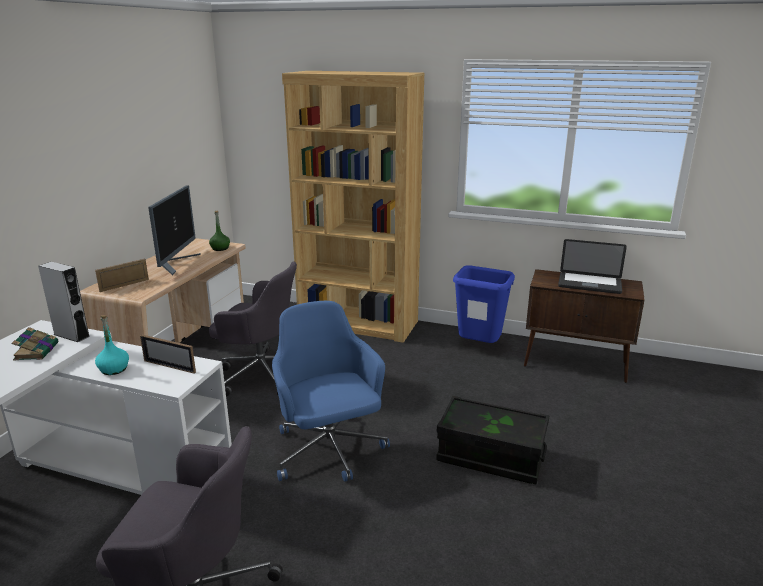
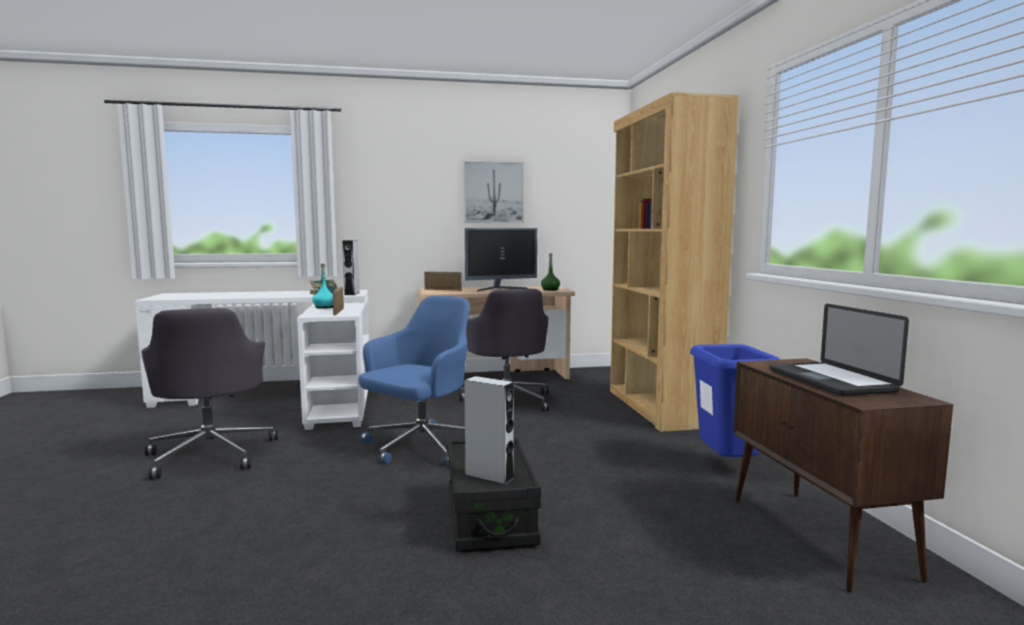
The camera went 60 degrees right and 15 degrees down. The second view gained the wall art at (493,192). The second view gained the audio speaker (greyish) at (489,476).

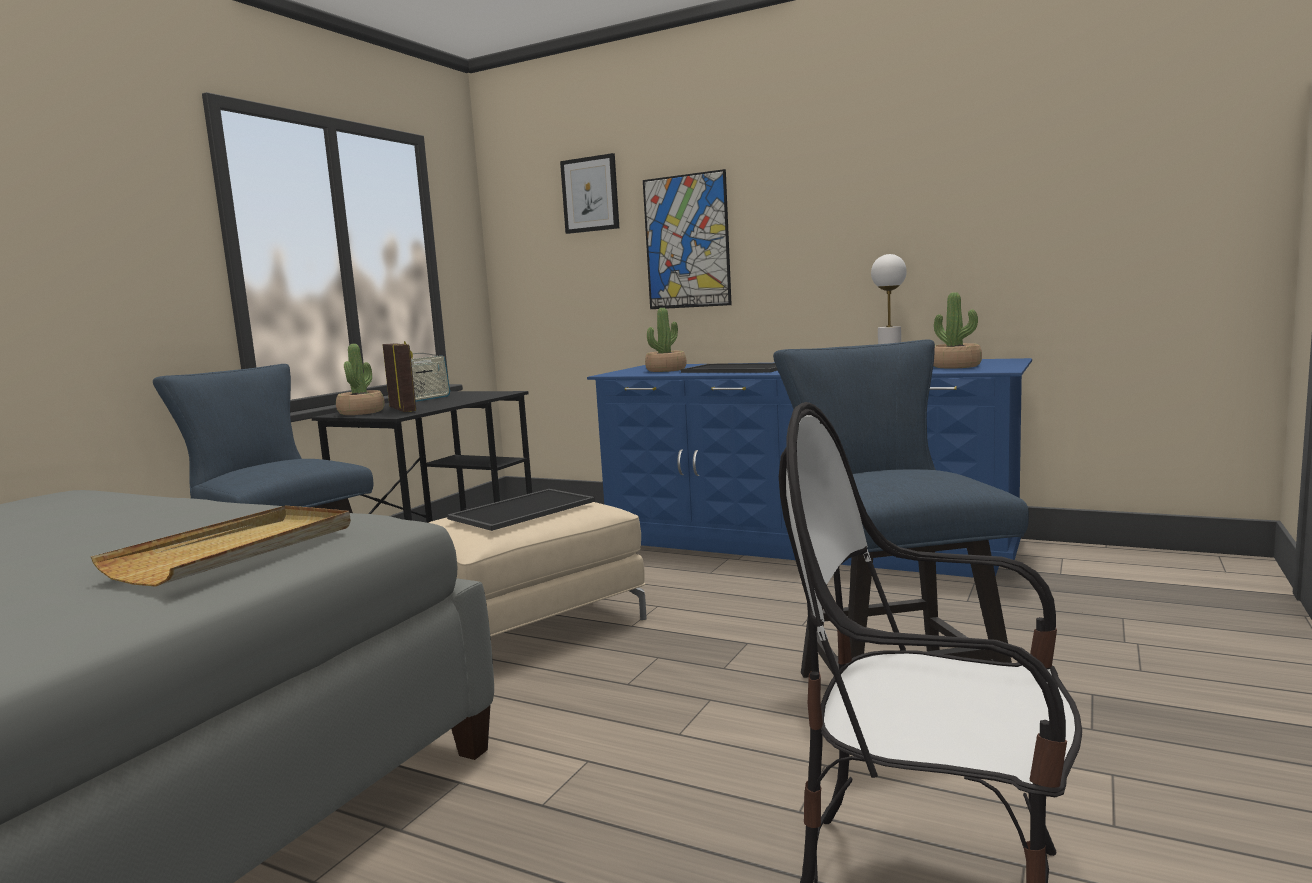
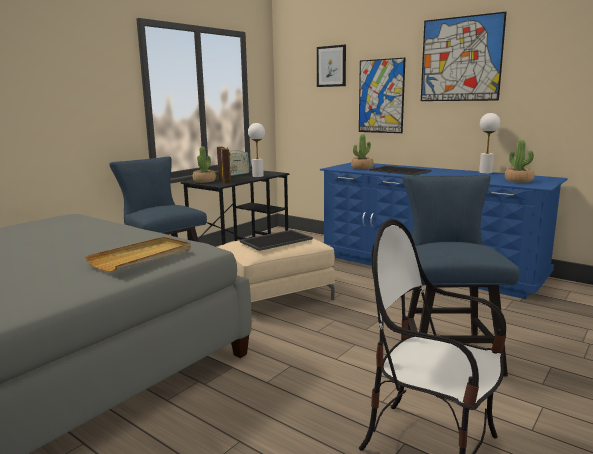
The camera went 10 degrees right and 5 degrees up. The second view gained the wall art at (460,59). The second view gained the table lamp (white) at (258,176).

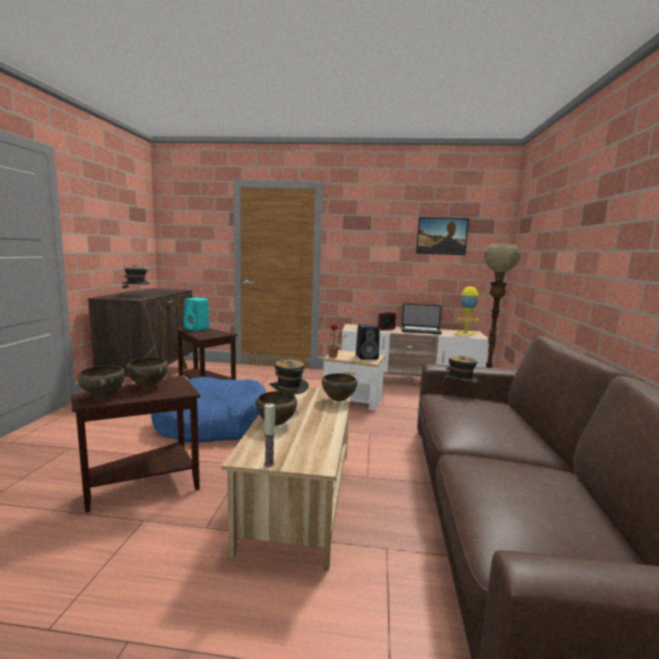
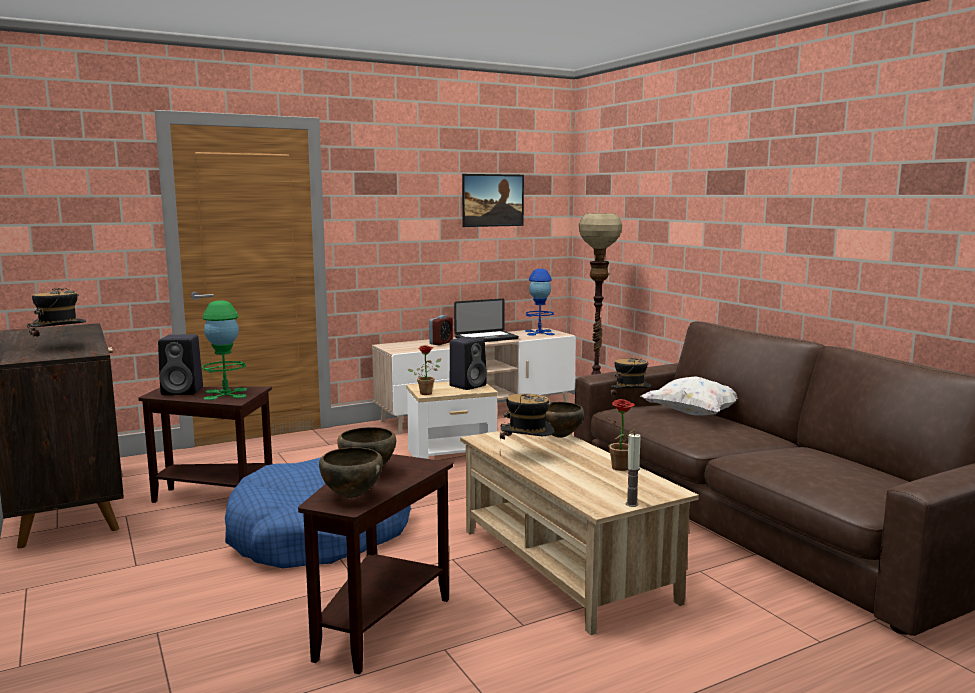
The camera went 35 degrees left and 0 degrees up. What was the table lamp (yellowish) at (465,333) turned into the table lamp (blue-coloured) at (539,332). What was the audio speaker (blue-green) at (197,329) turned into the audio speaker (black-coloured) at (184,391). The second view lost the deep dish (brownish) at (276,424). The second view gained the table lamp (green-coloured) at (226,394). The second view gained the cushion (white) at (693,414). The second view gained the houseplant at (623,469).

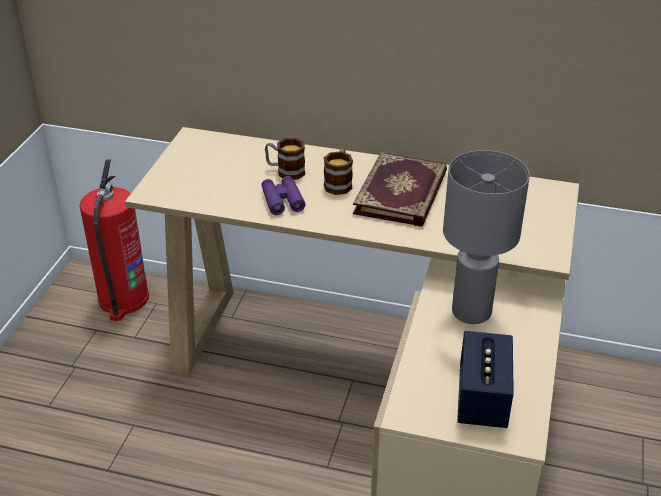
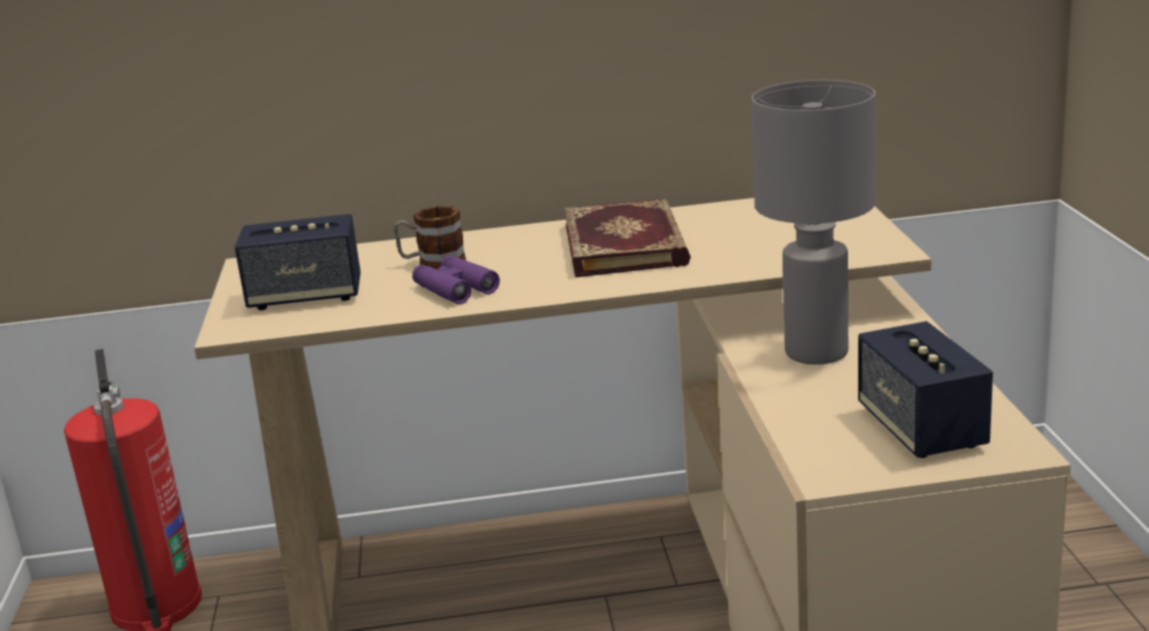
The camera went 20 degrees left and 15 degrees down. The second view lost the tea mug at (339,183). The second view gained the audio speaker at (305,297).

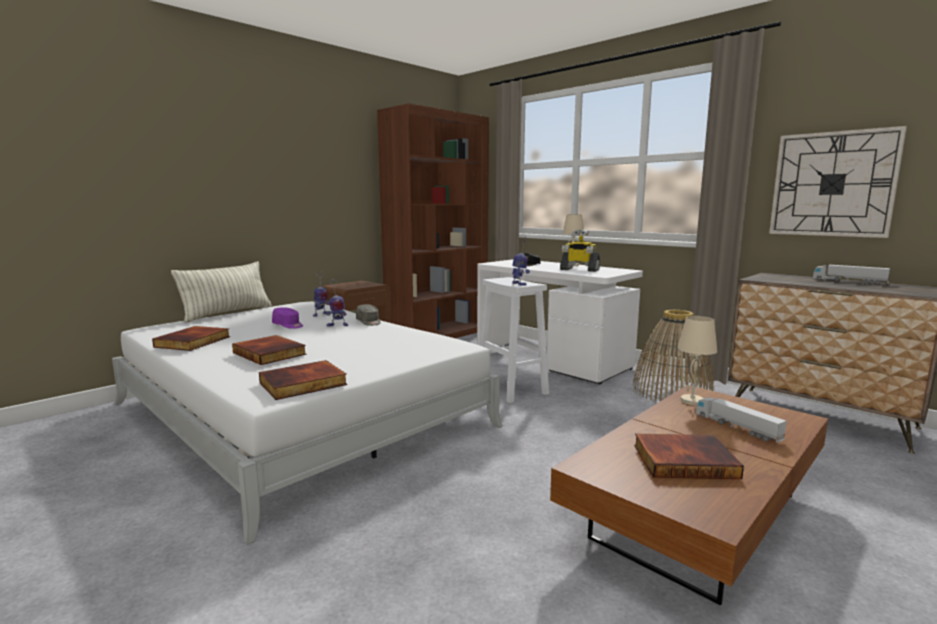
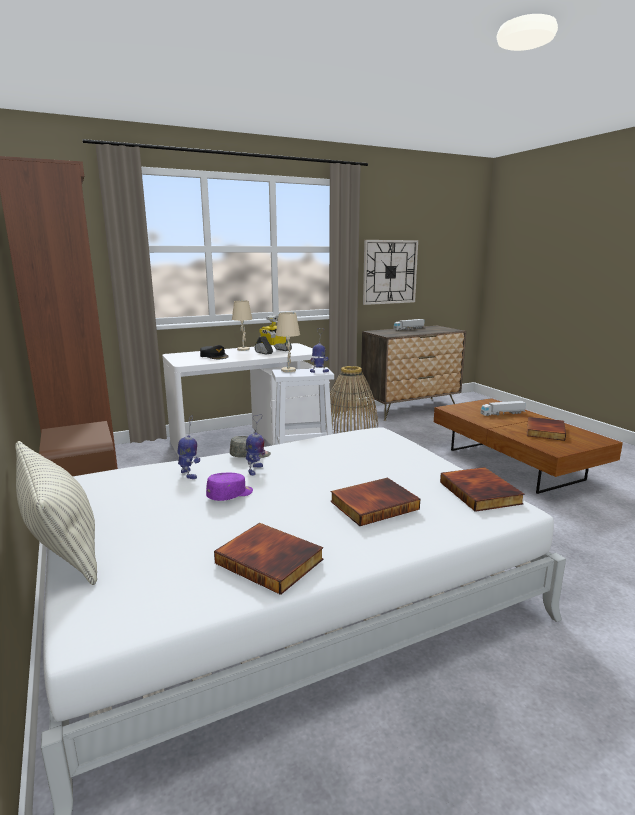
The camera went 70 degrees left and 5 degrees up. The table lamp (sand-coloured) ended up elsewhere, having gone from (692,401) to (289,370).

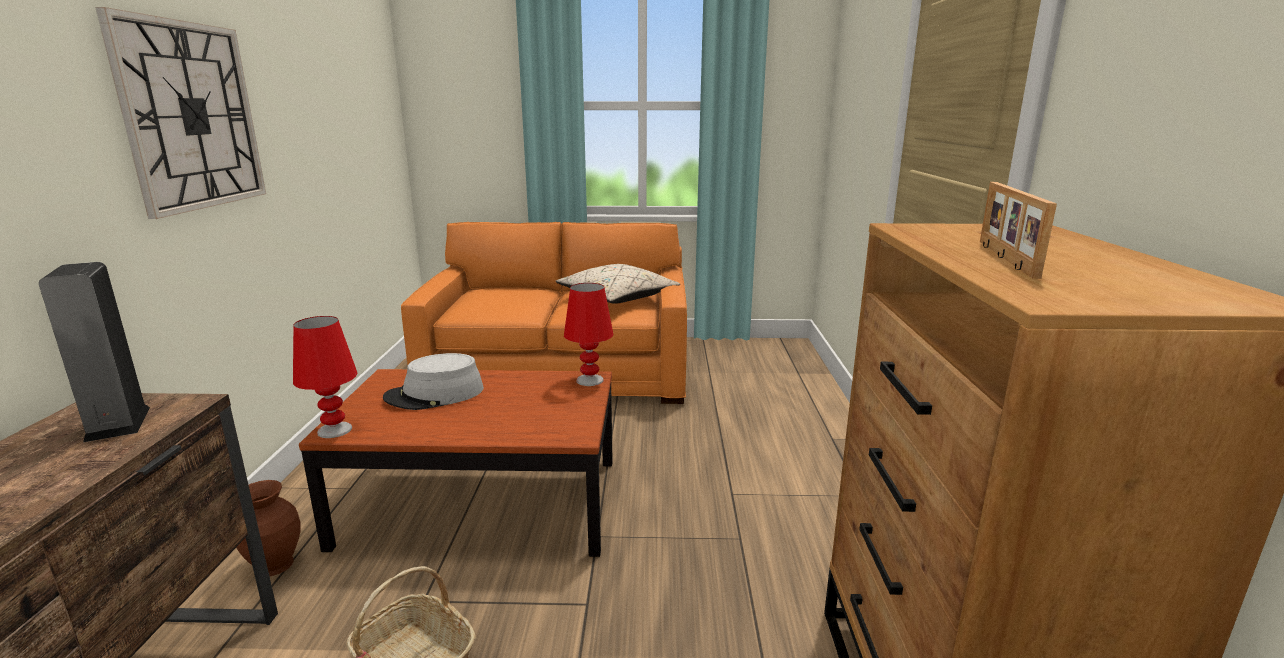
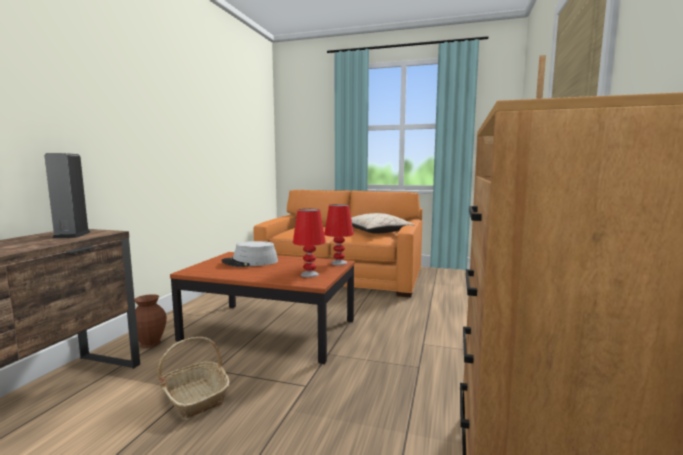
The camera went 15 degrees right and 10 degrees down. The second view lost the clock on the wall at (191,116). The table lamp (reddish) ended up elsewhere, having gone from (335,430) to (310,274).

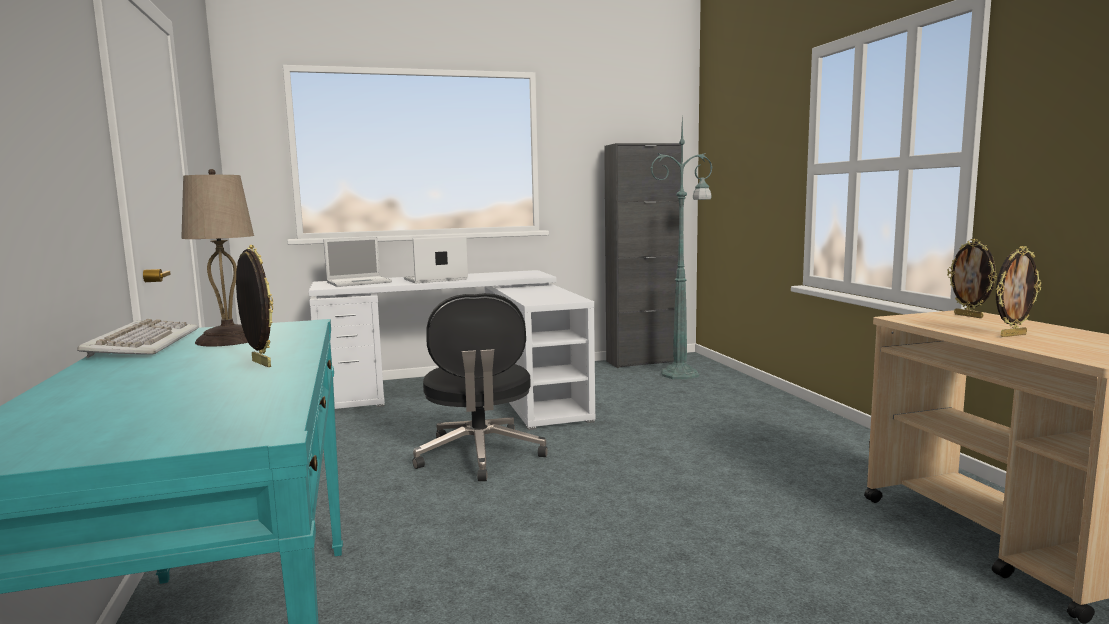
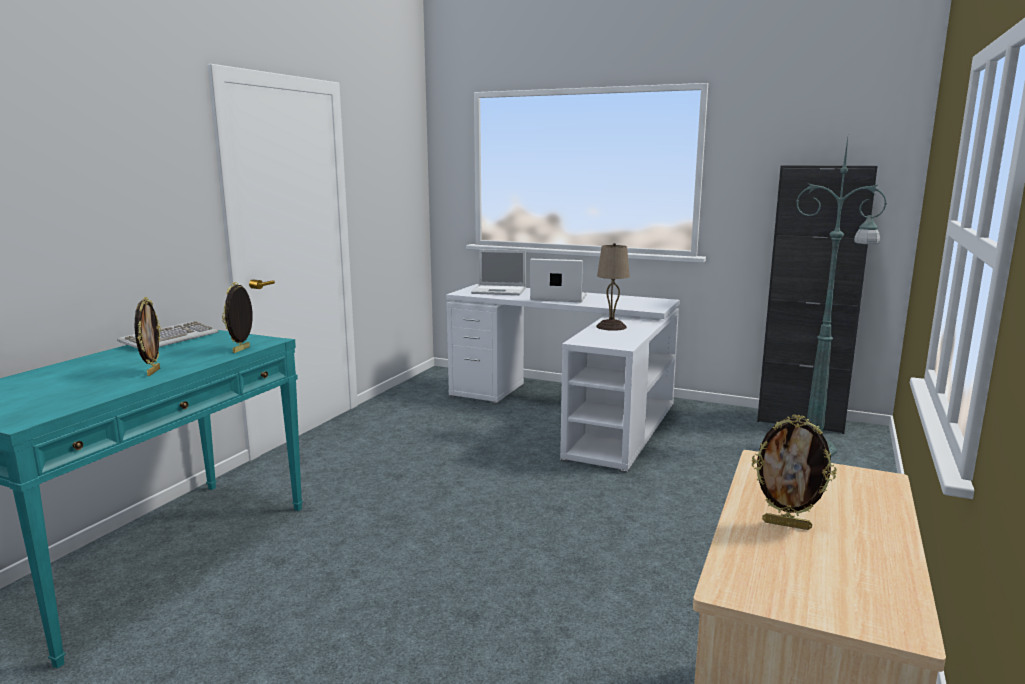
The camera went 40 degrees right and 5 degrees up. The table lamp (sand-coloured) ended up elsewhere, having gone from (229,340) to (611,327). The standing frame ended up elsewhere, having gone from (969,316) to (242,350). The second view lost the office chair (black-coloured) at (480,456).

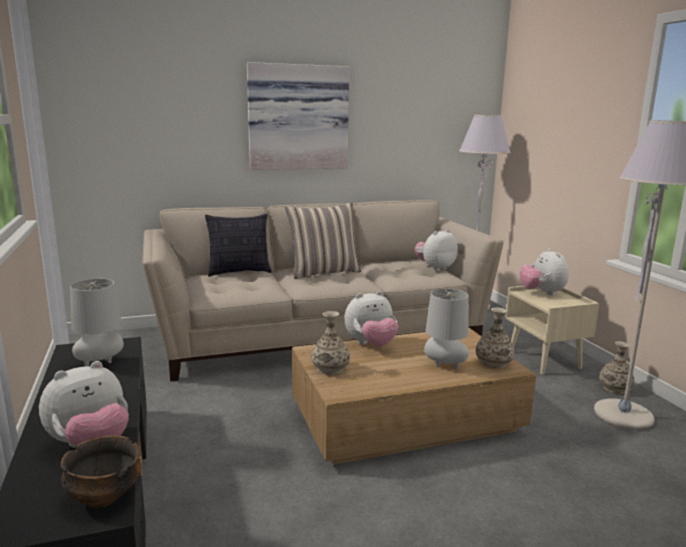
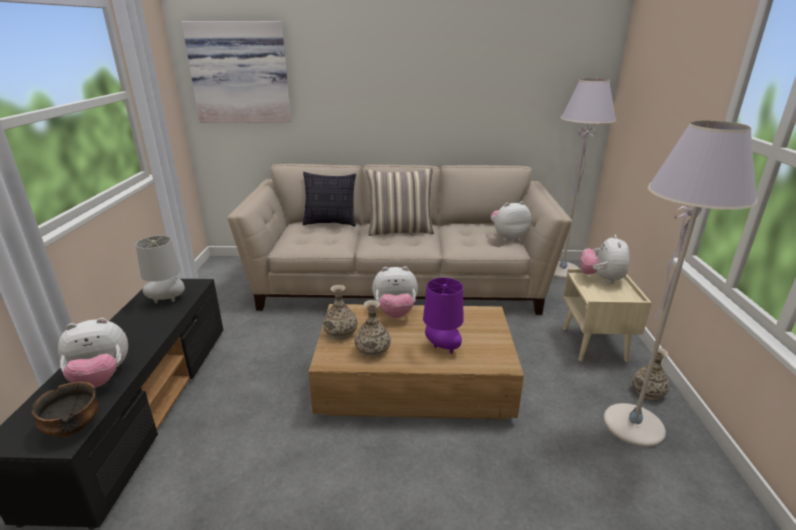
The camera went 20 degrees right and 10 degrees up. The wall art ended up elsewhere, having gone from (298,117) to (240,73). What was the table lamp (greyish) at (444,366) turned into the table lamp (purple) at (441,348). The vase ended up elsewhere, having gone from (493,363) to (373,350).

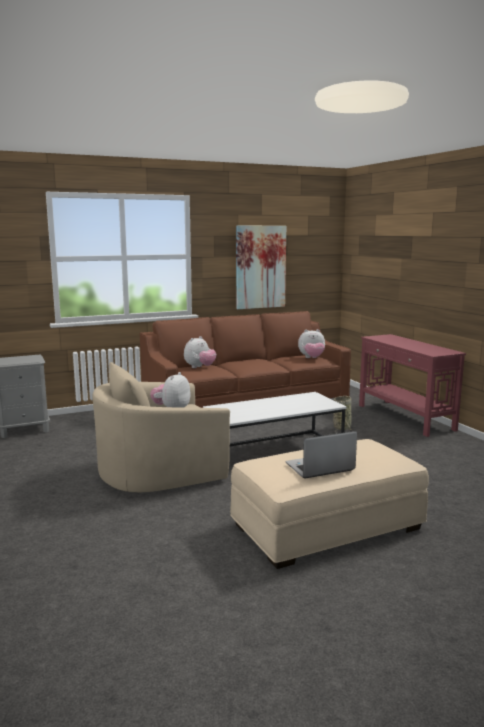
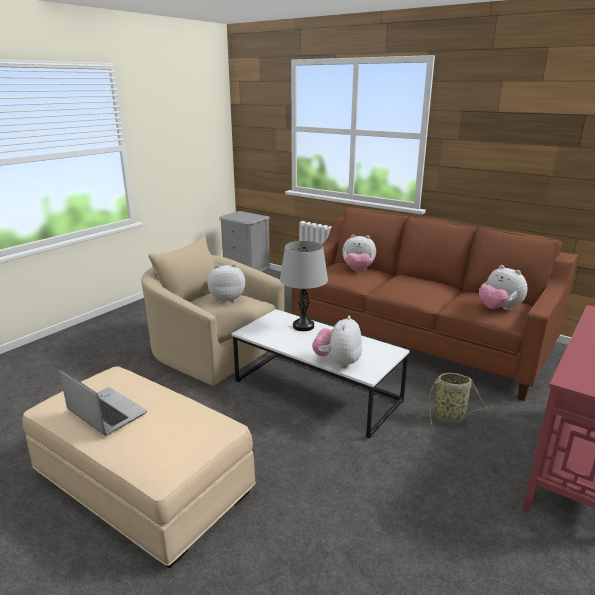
The camera went 60 degrees right and 10 degrees up. The second view lost the wall art at (260,267). The second view gained the table lamp (greyish) at (303,326). The second view gained the cuddly toy at (338,362).

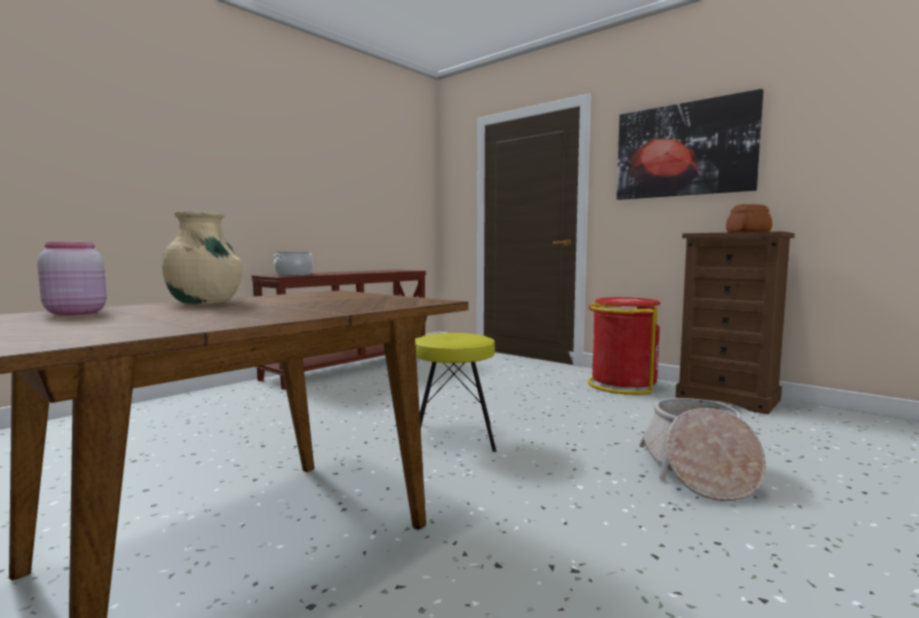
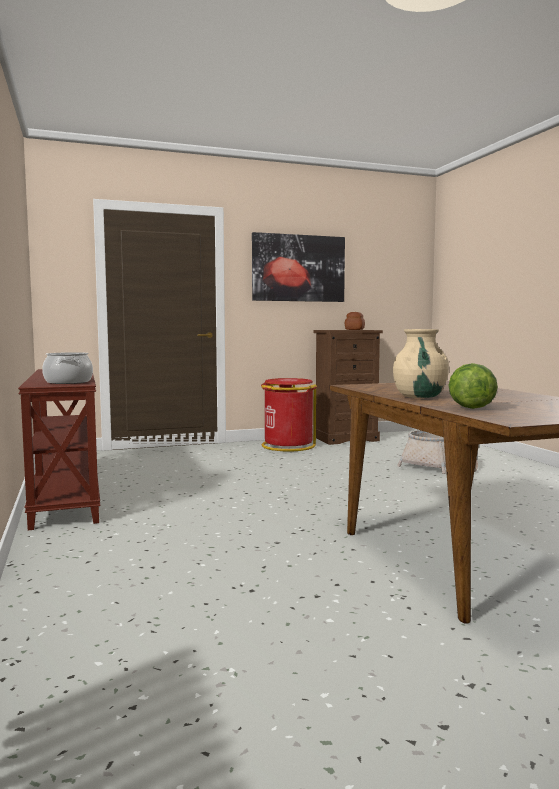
The camera went 60 degrees left and 0 degrees up. Where the storage jar (pink-coloured) stood at (75,313), the lettuce head came to stand at (470,407). The second view lost the sitting stool (yellowish) at (454,436).

